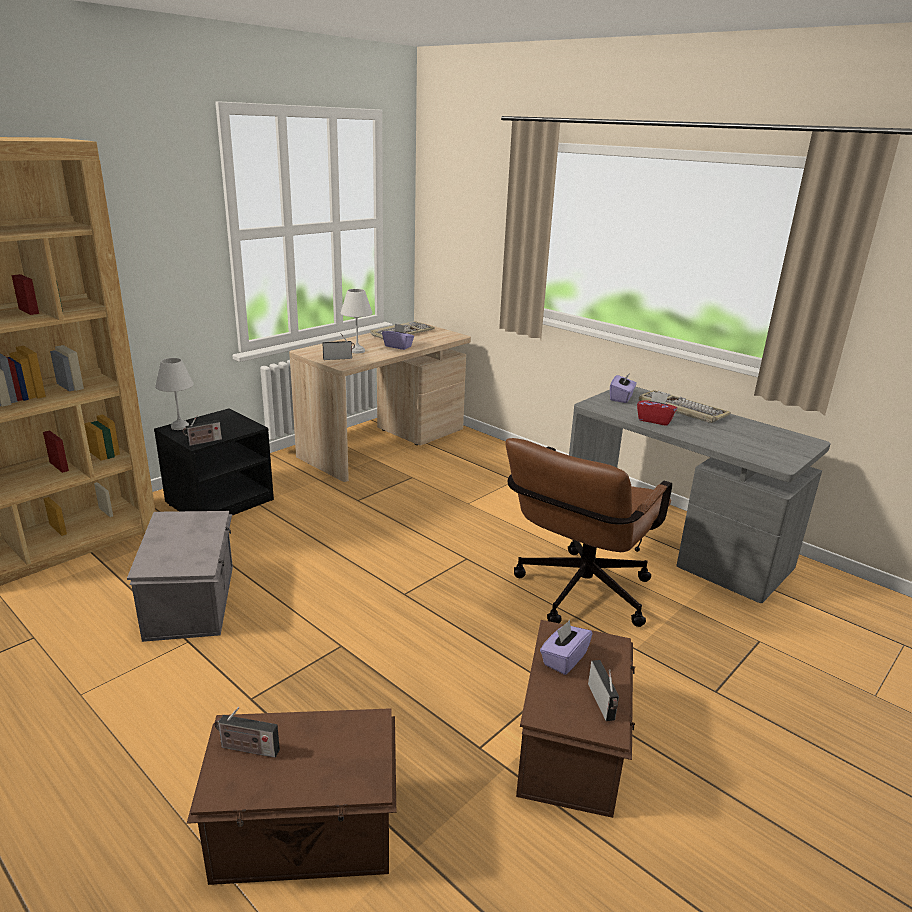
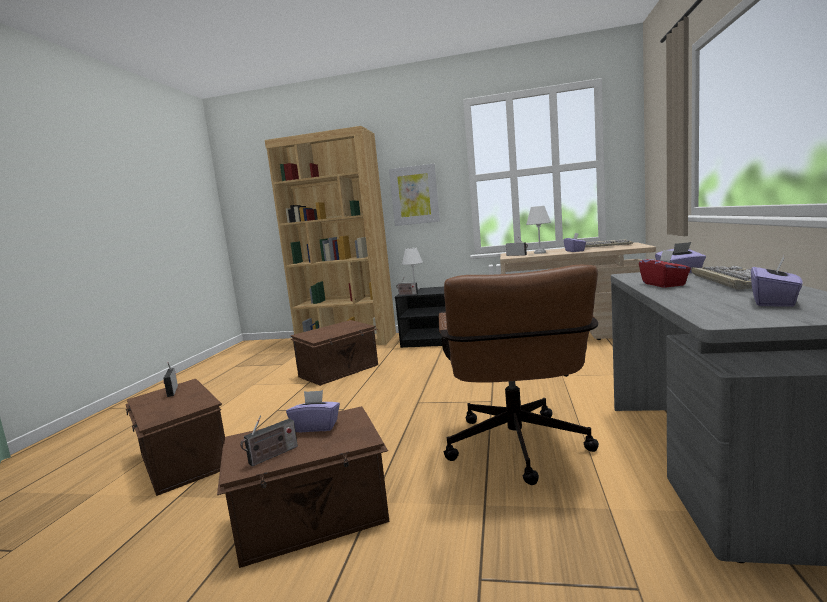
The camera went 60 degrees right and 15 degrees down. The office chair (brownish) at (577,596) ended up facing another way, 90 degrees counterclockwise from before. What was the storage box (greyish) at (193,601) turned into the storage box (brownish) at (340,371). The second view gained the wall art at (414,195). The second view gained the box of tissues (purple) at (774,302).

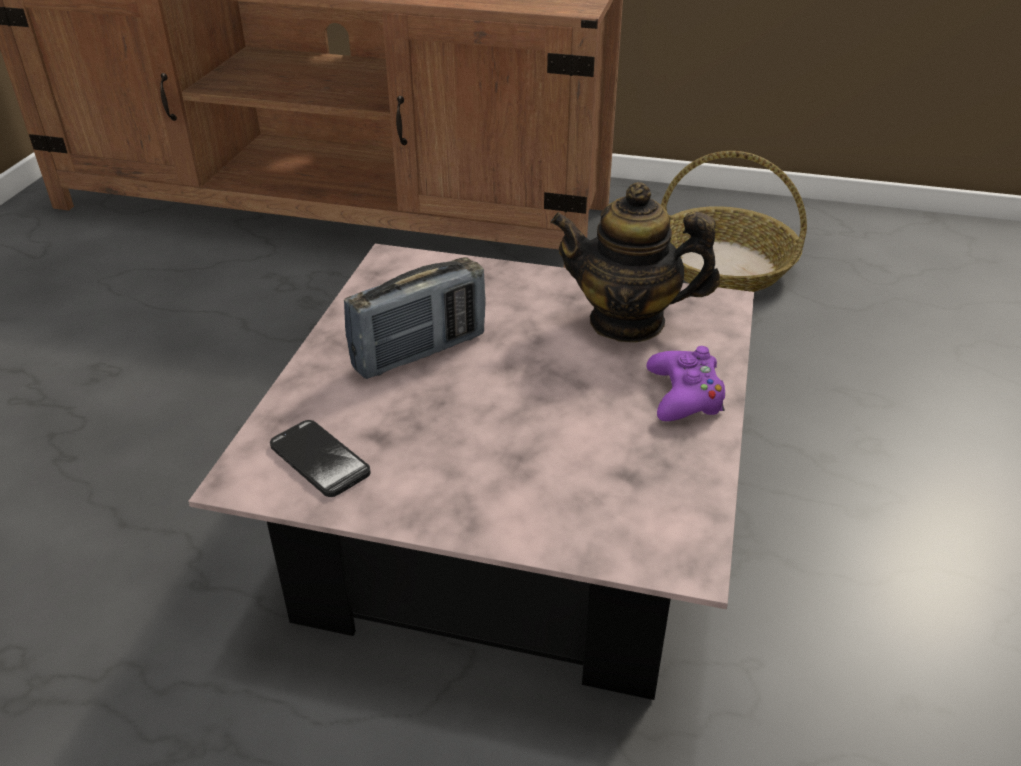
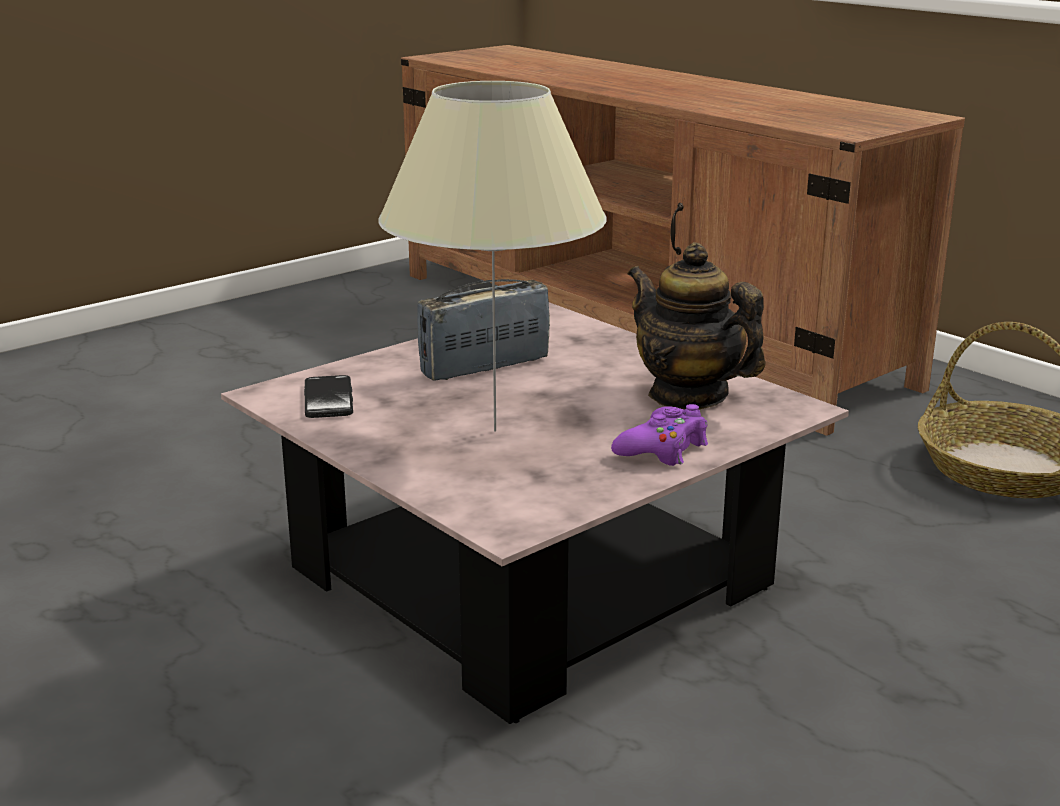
The camera went 35 degrees right and 15 degrees down. The radio set at (419,352) ended up facing another way, 150 degrees clockwise from before. The second view gained the table lamp (sand-coloured) at (495,430).

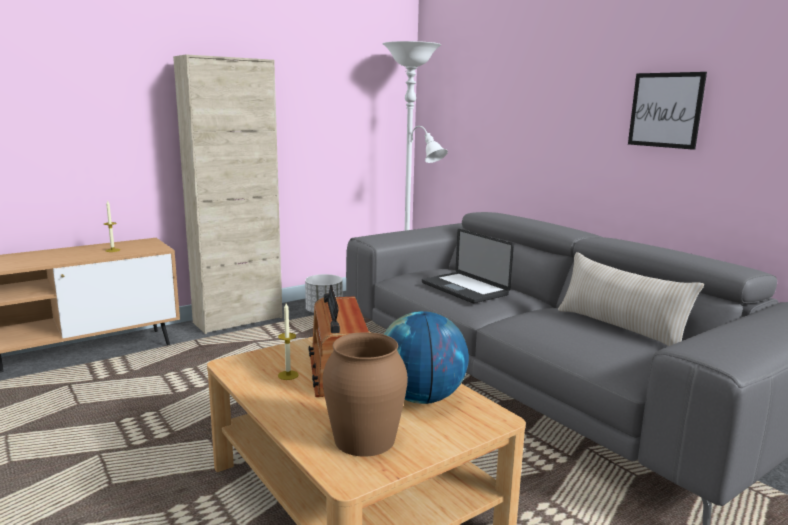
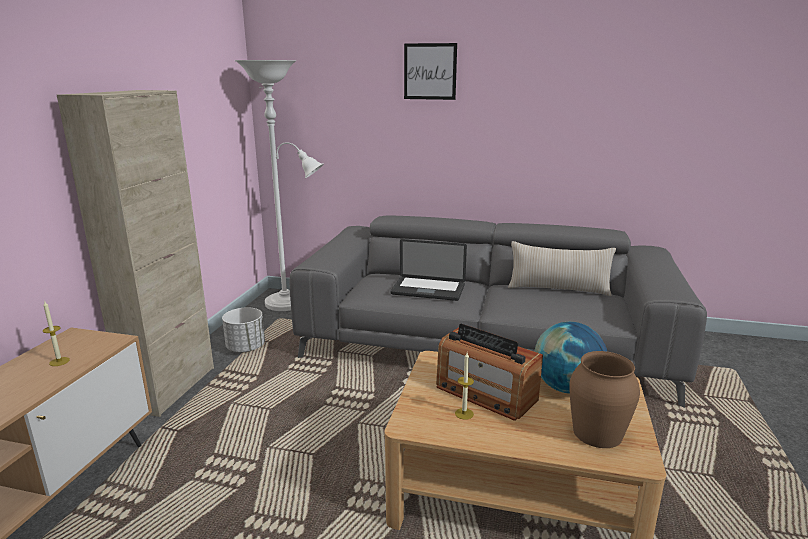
The camera went 40 degrees left and 5 degrees up. The wall art ended up elsewhere, having gone from (665,110) to (430,71).

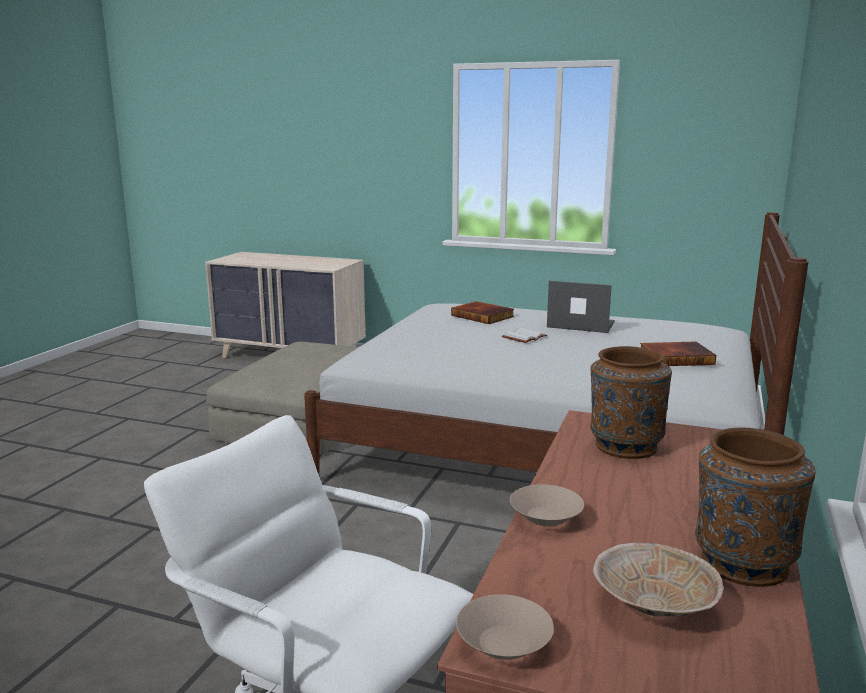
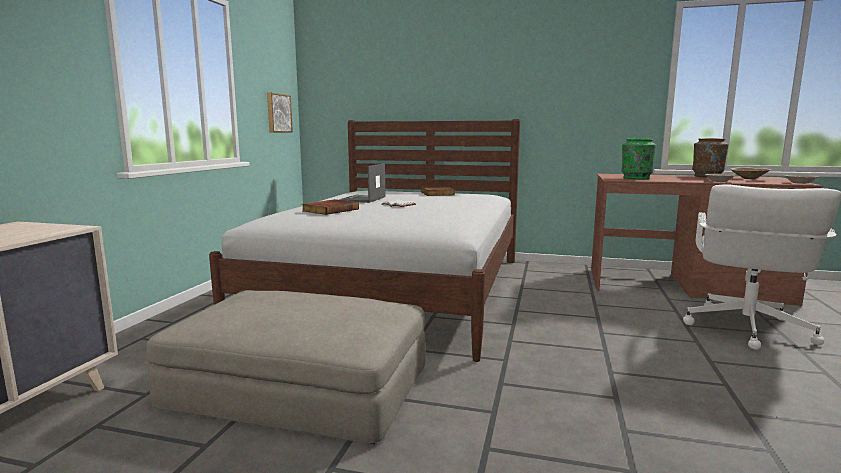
The camera went 95 degrees left and 5 degrees down. What was the vase (brownish) at (624,446) turned into the vase (green-coloured) at (636,178). The second view gained the wall art at (278,113).

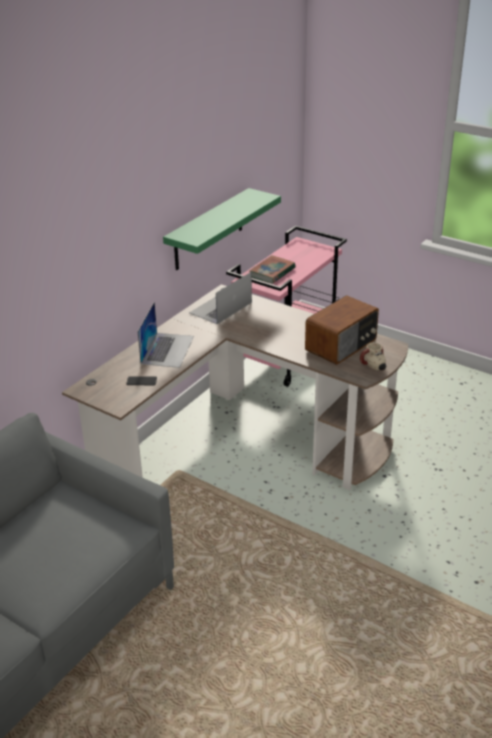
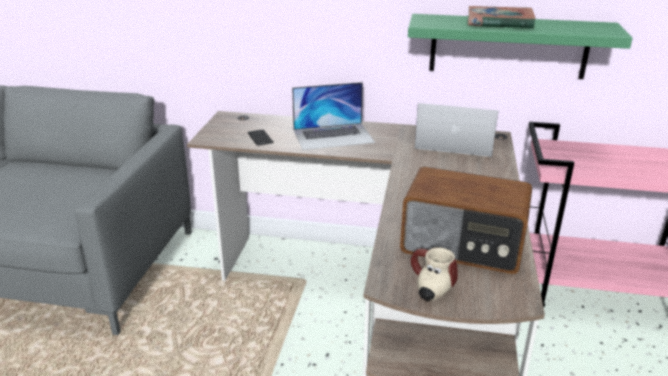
The camera went 65 degrees right and 5 degrees down. The book ended up elsewhere, having gone from (272,272) to (499,22).

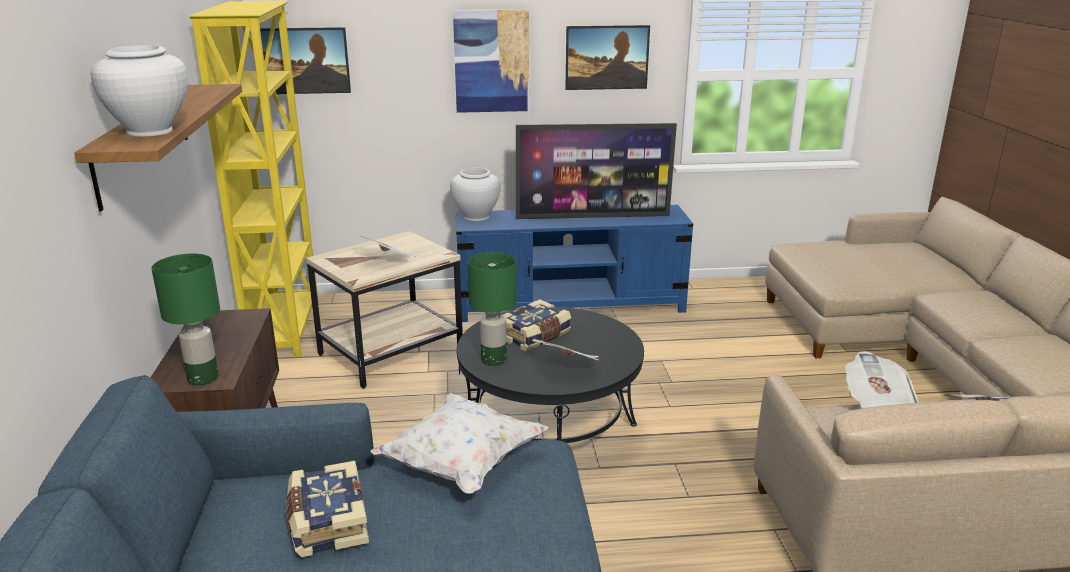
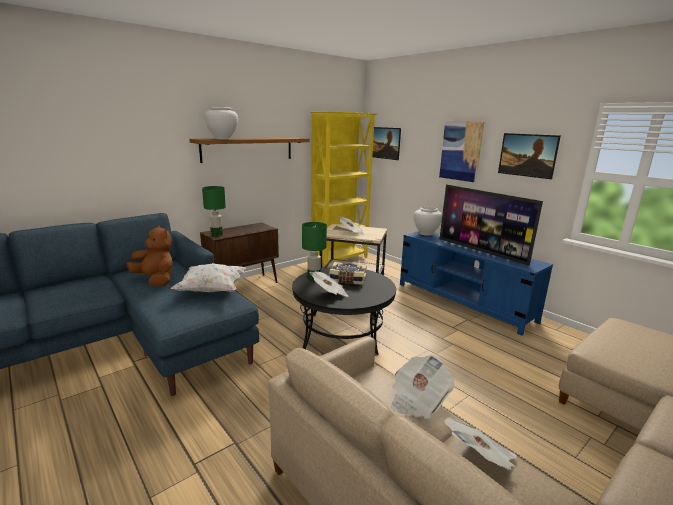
The camera went 55 degrees right and 5 degrees down. Where the book stood at (326,522), the cuddly toy (brownish) came to stand at (156,280).

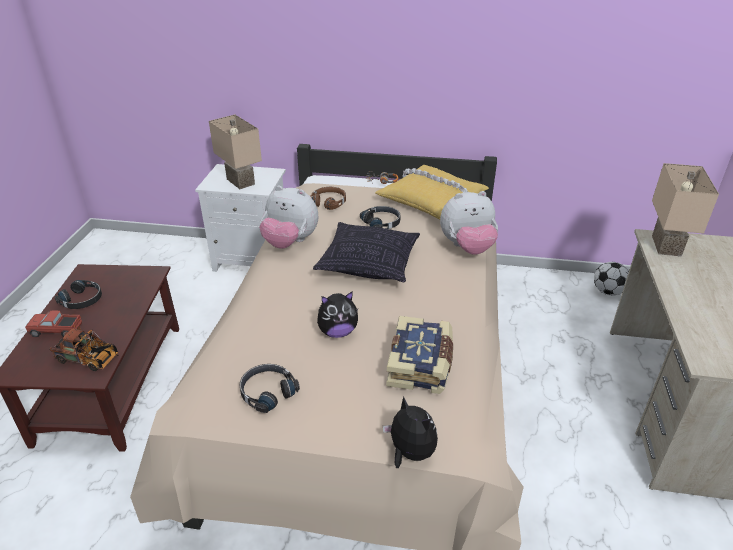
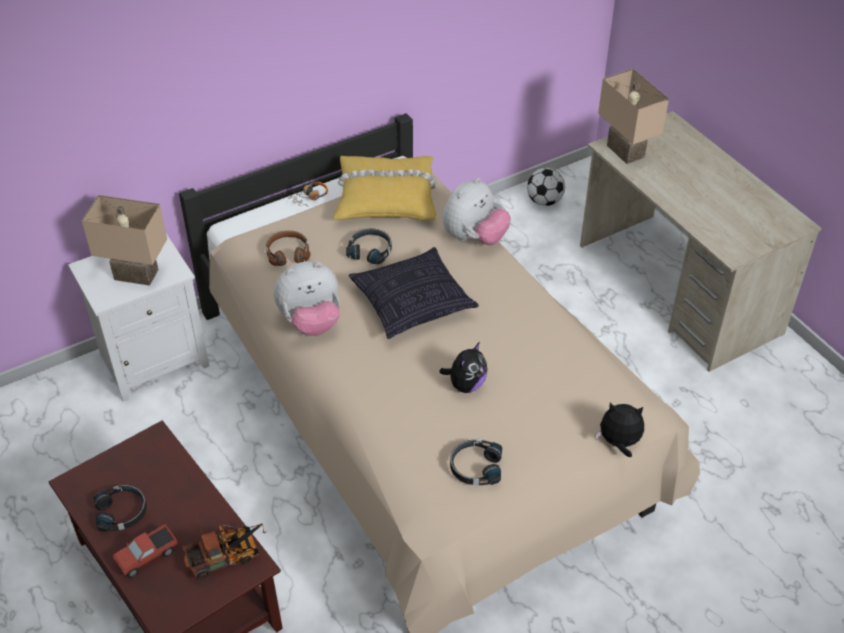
The camera went 40 degrees left and 10 degrees up. The second view lost the book at (421,364).

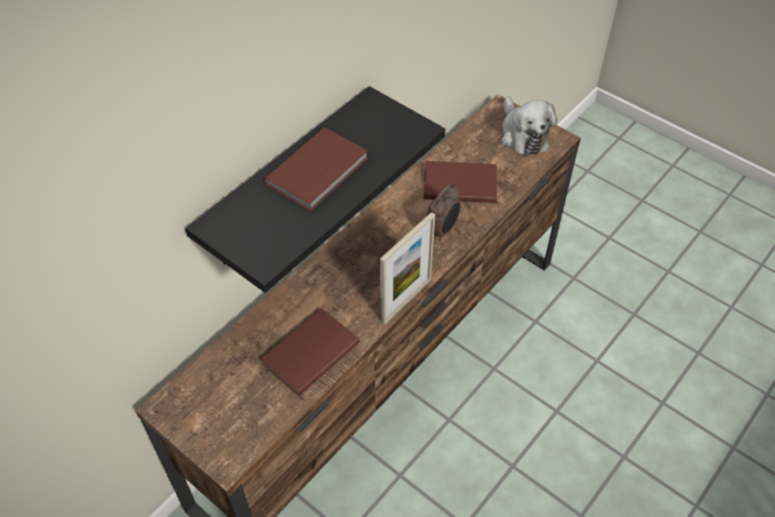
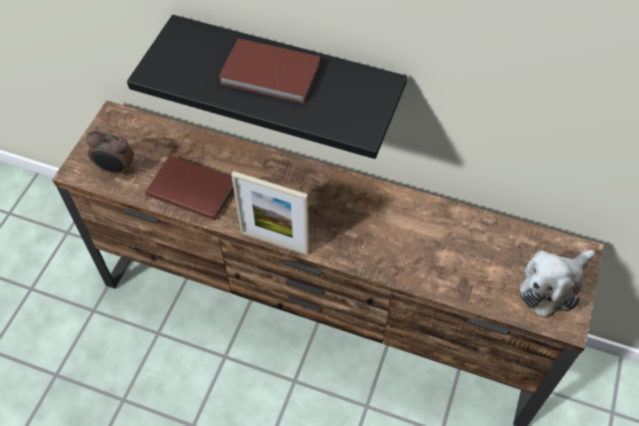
The camera went 70 degrees right and 5 degrees up. The second view lost the book (brownish) at (459,183). The bedside clock ended up elsewhere, having gone from (442,230) to (116,169).

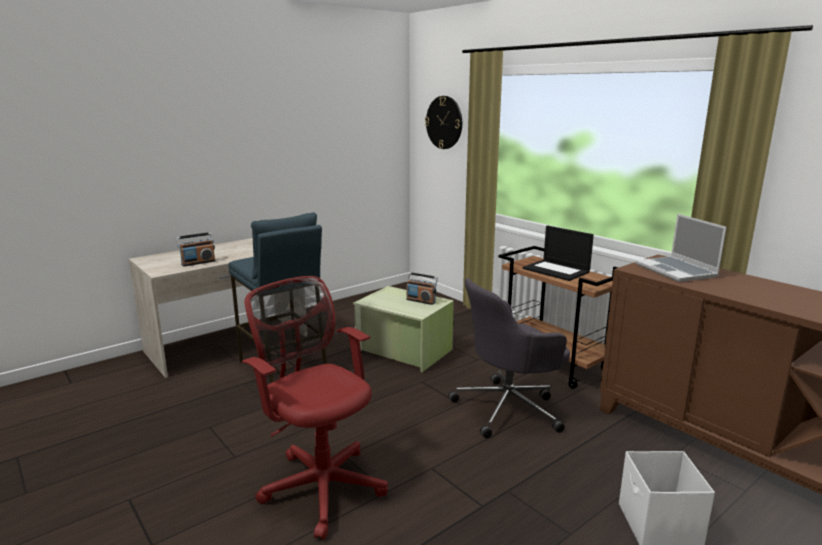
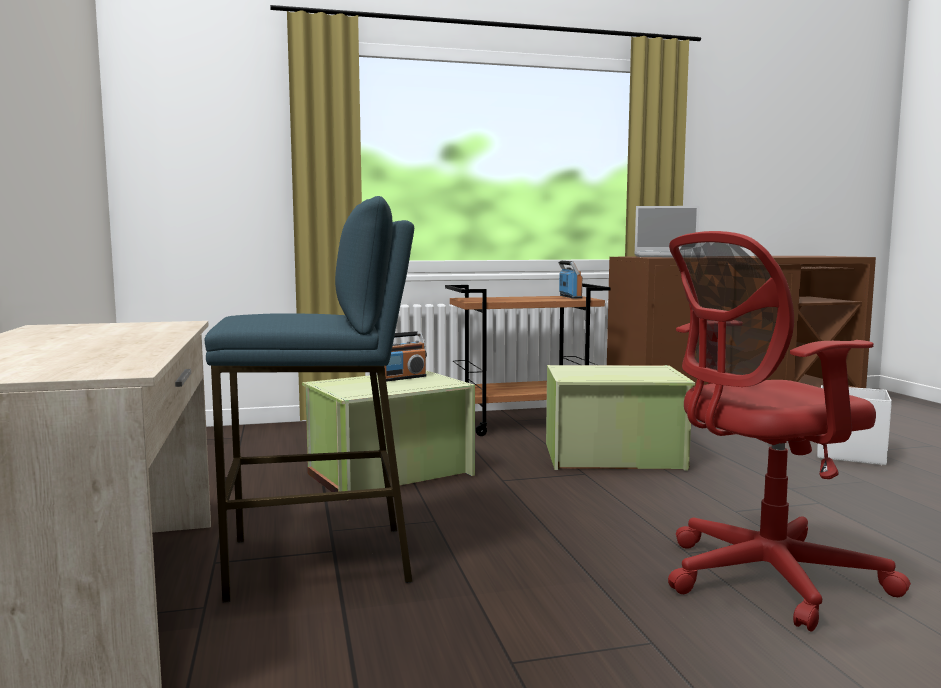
The camera went 65 degrees left and 10 degrees down. The second view lost the clock on the wall at (444,122). The second view lost the notebook computer at (557,270). The radio set ended up elsewhere, having gone from (198,262) to (570,297). Where the office chair (greyish) stood at (509,408), the storage box (green-coloured) came to stand at (614,457).

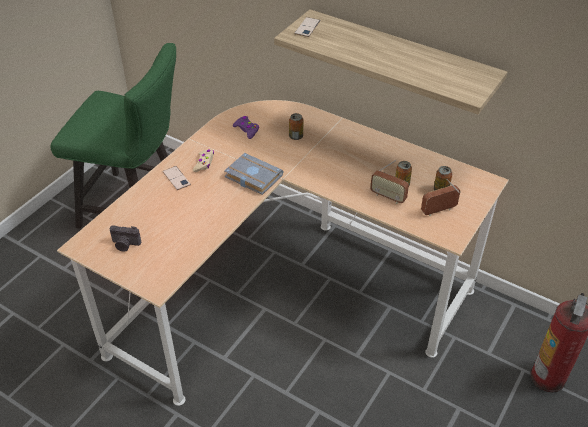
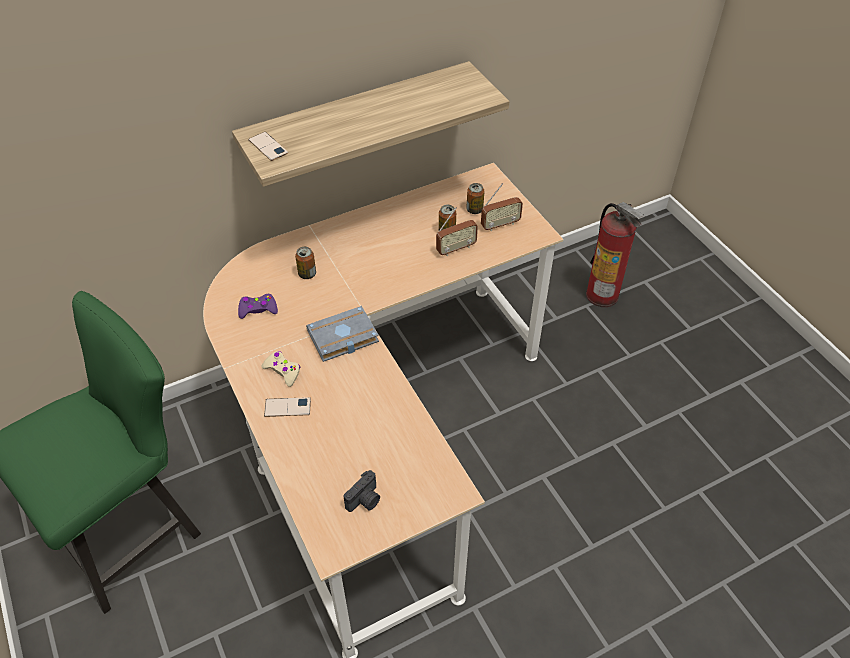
The camera went 60 degrees left and 5 degrees up. The radio set at (438,211) ended up facing another way, 120 degrees counterclockwise from before.

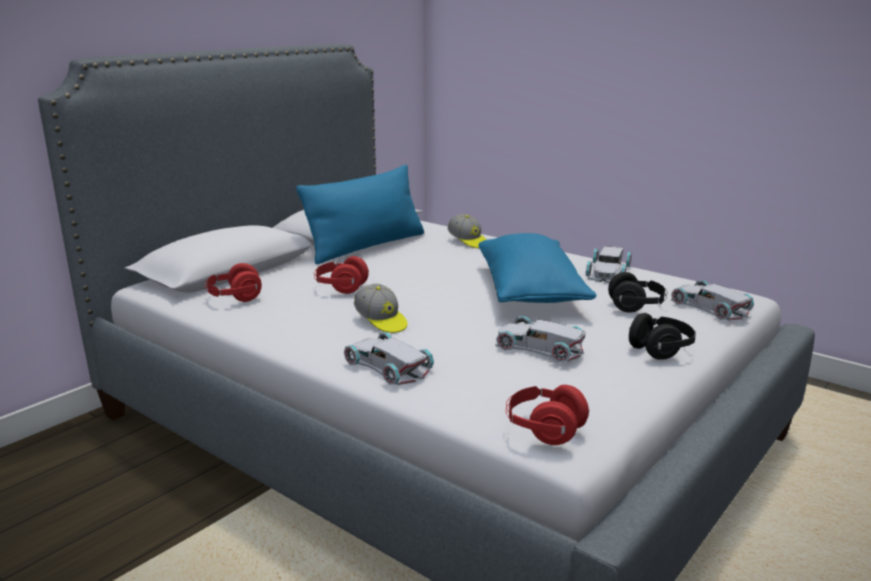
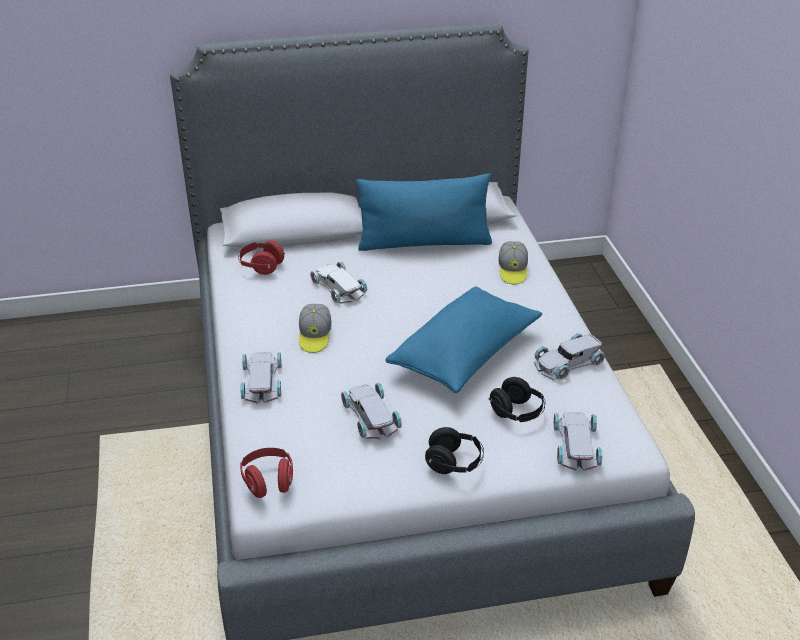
The camera went 40 degrees right and 15 degrees up. Where the headphones (reddish) stood at (341,288), the miniature car (white) came to stand at (339,286).

